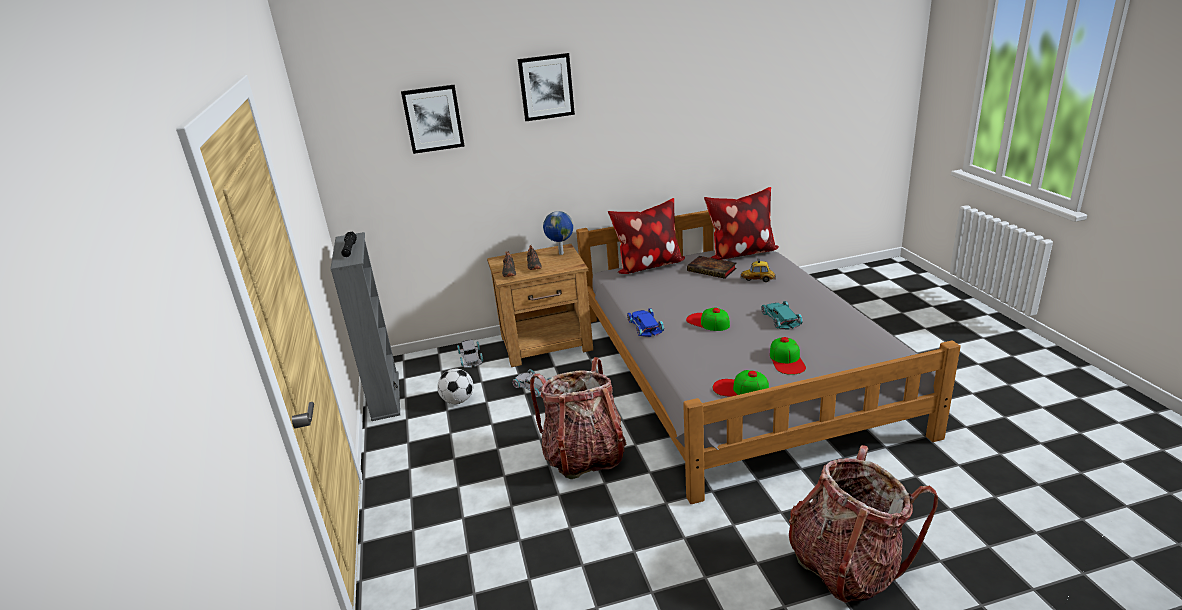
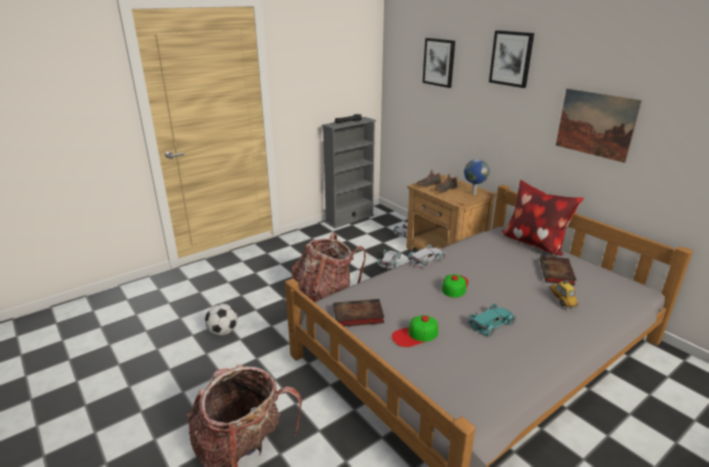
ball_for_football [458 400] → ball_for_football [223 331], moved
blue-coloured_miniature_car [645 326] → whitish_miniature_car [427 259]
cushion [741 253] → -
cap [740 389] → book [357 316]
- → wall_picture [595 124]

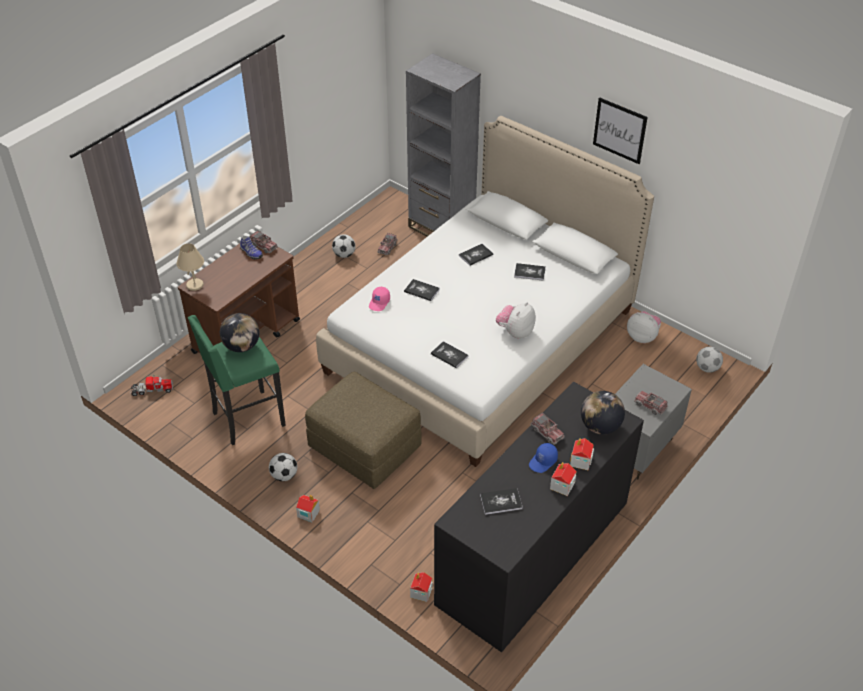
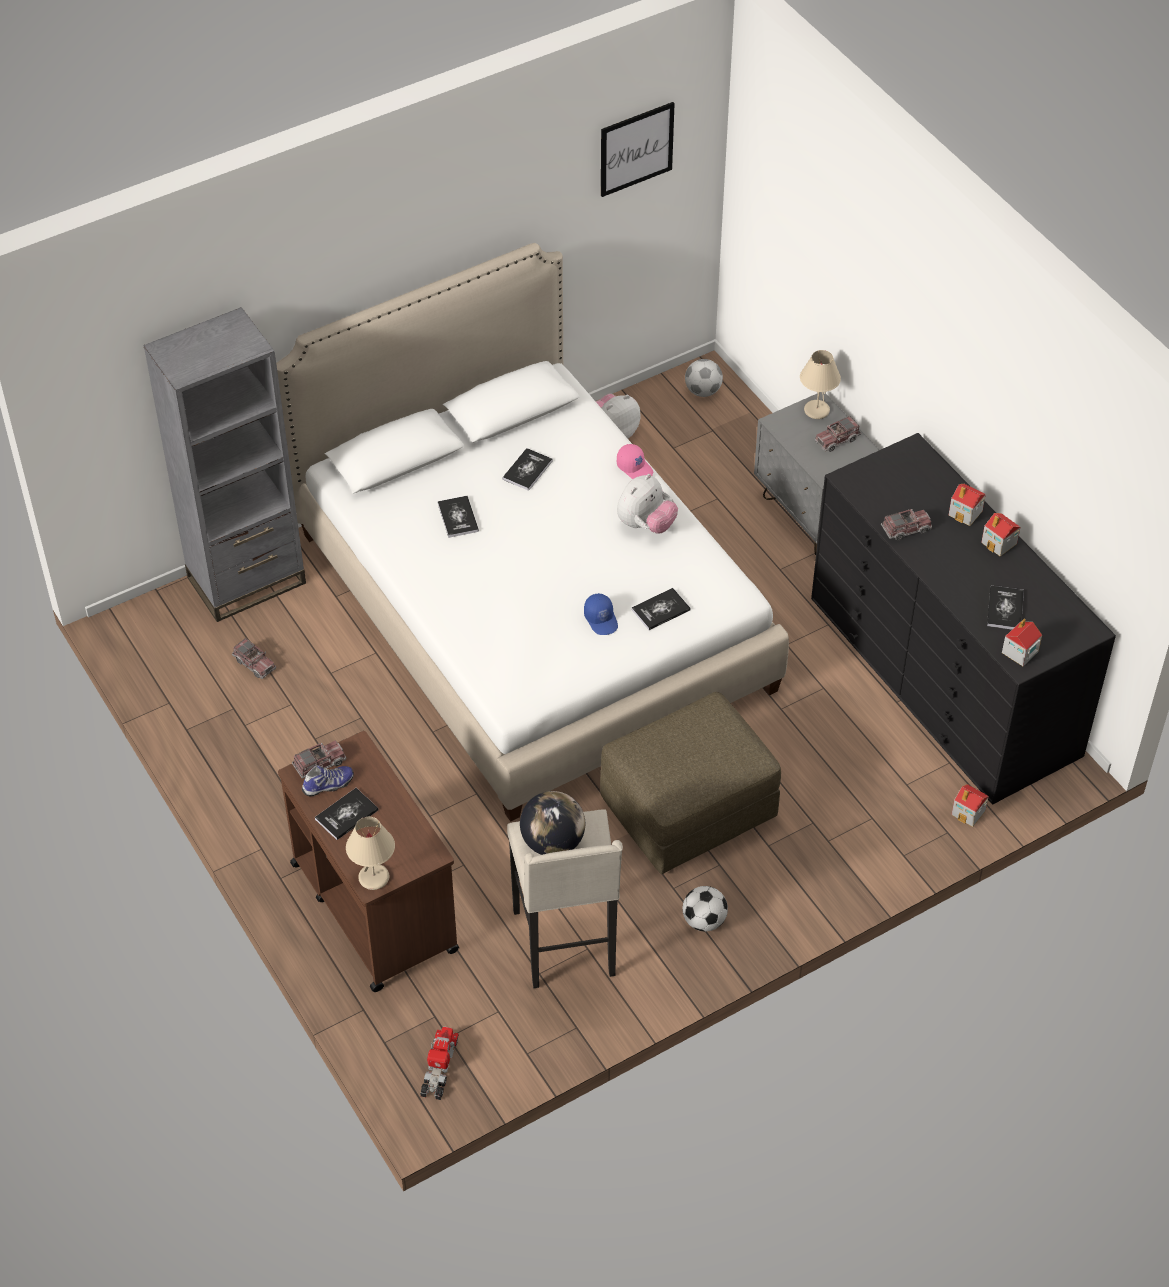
green-coloured_sitting_stool [247 419] → beige_sitting_stool [567 945]
toy_house [308 513] → toy_house [1019 652], moved
ball_for_football [344 255] → -
pink-coloured_cap [379 303] → pink-coloured_cap [635 467], moved
book [421 290] → book [346 815], moved
plush_toy [515 332] → plush_toy [646 525], 105 degrees counterclockwise
blue-coloured_cap [543 462] → blue-coloured_cap [601 619], moved
desk_globe [600 426] → -
wall_picture [619 130] → wall_picture [636 149], moved
- → beige_lamp_for_a_table [816 410]

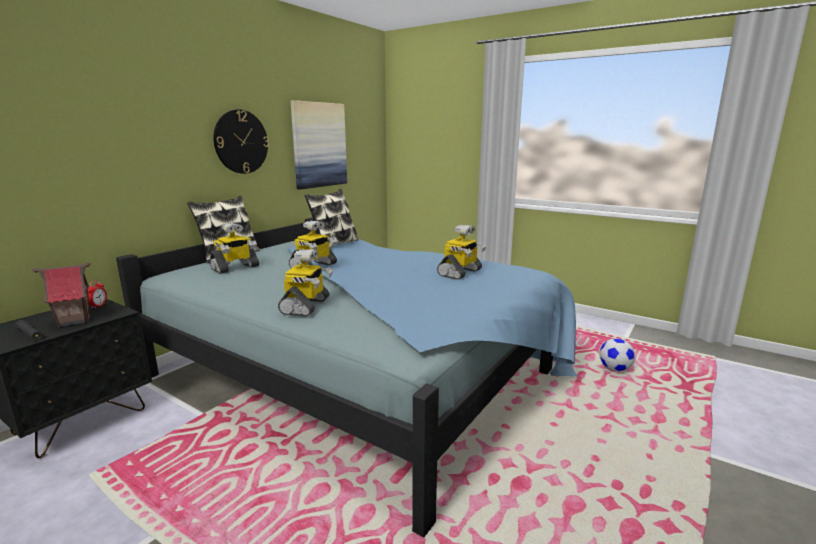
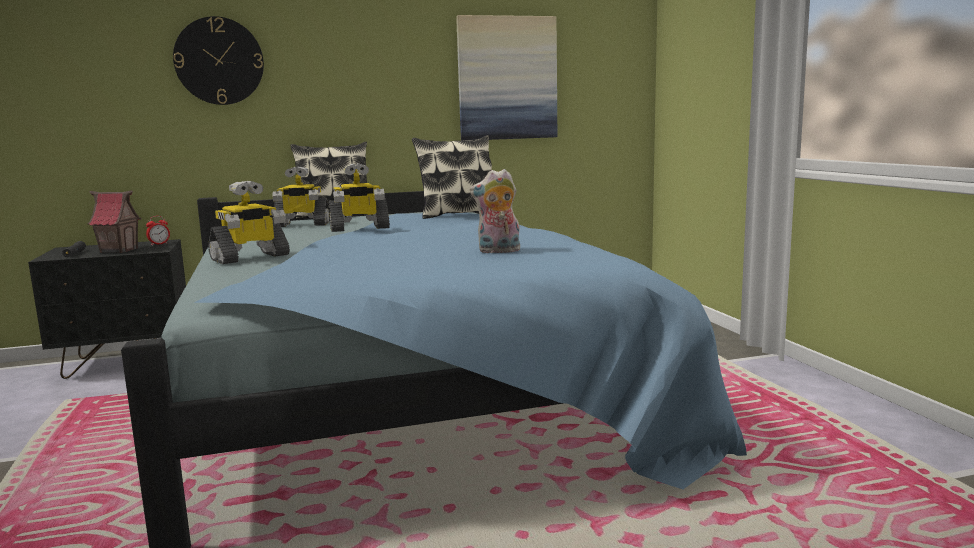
wall_clock [241 142] → wall_clock [219 61], moved
model_robot [460 273] → plush_toy [498 251]
ball_for_football [615 369] → -

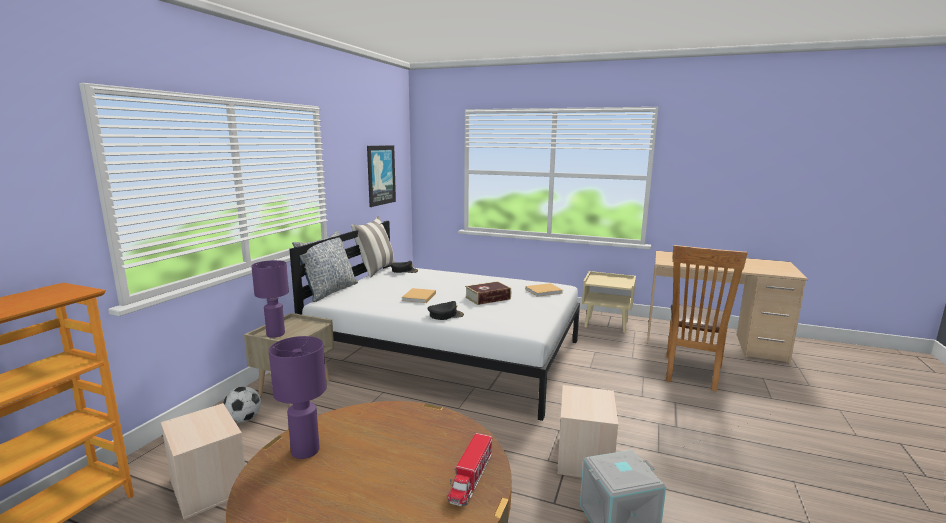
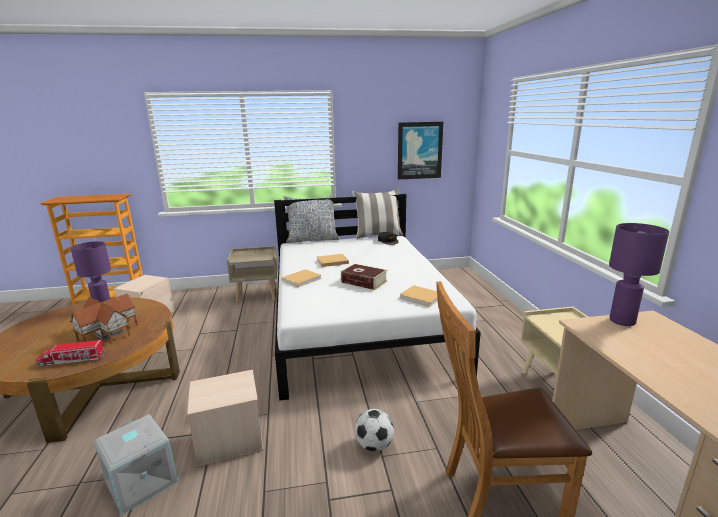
ball_for_football [244 419] → ball_for_football [374 445], moved
purple-coloured_lamp_for_a_table [276 334] → purple-coloured_lamp_for_a_table [623 321], moved
black-coloured_cap [445 315] → beige_book [302 279]
- → toy_house [109 333]

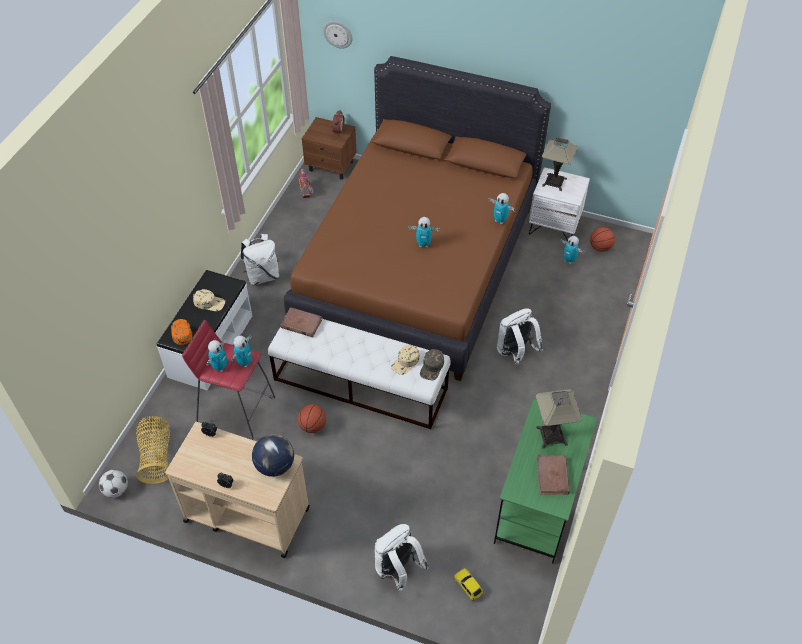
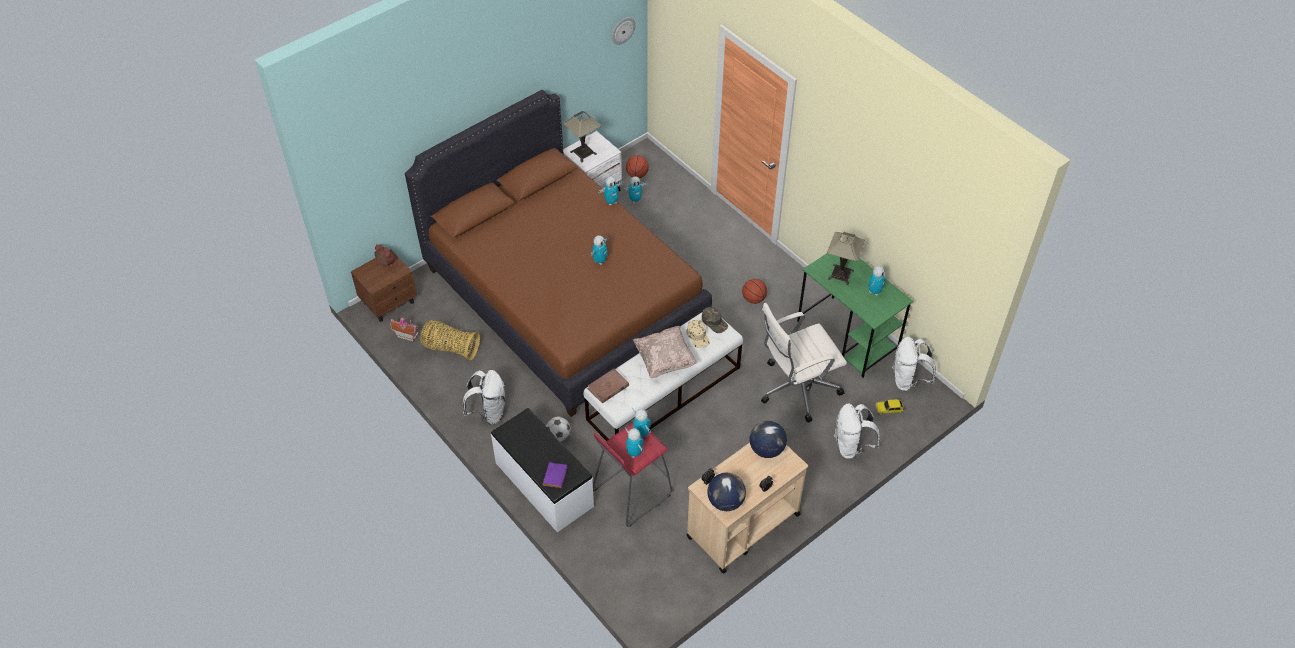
ball_for_football [116 490] → ball_for_football [558 436], moved
basket [157 456] → basket [450 348], moved
orange_cap [181 332] → purple-coloured_book [556 477]
beige_cap [209 302] → -
basketball [313 426] → basketball [754 299], moved
wall_clock [338 34] → wall_clock [622 30], moved
whitish_knapsack [515 352] → whitish_knapsack [908 380], moved
brown_book [552 476] → model_robot [874 291]
- → beige_cushion [664 360]
- → desk_globe [726 501]
- → whitish_desk_chair [796 388]

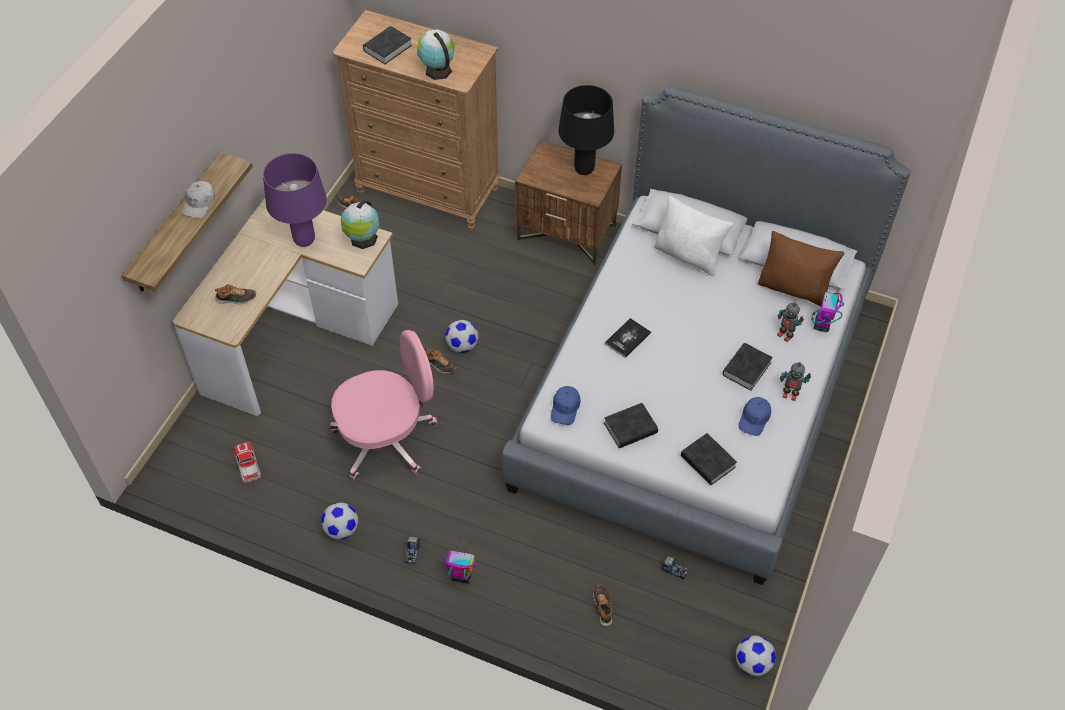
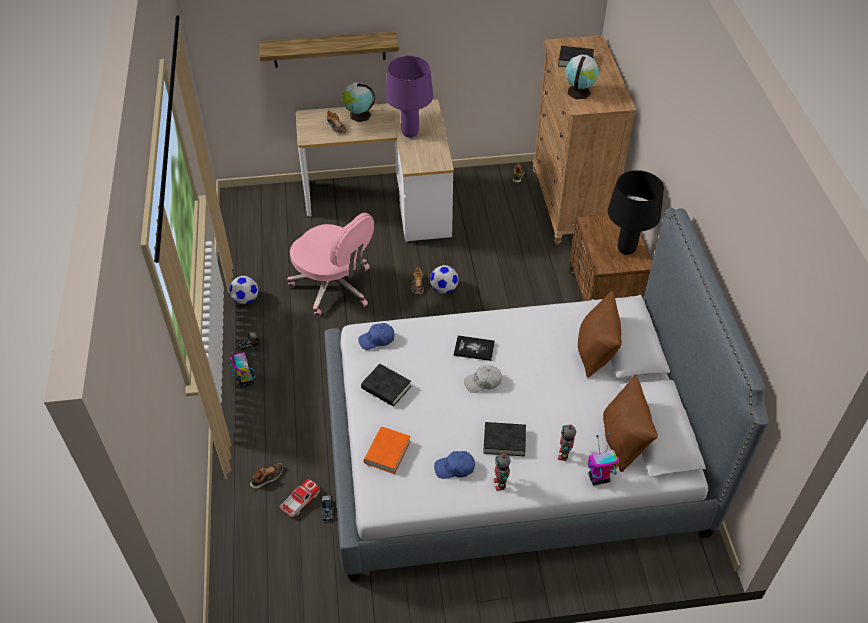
whitish_cap [199 203] → whitish_cap [483 382], moved
miniature_car [248 465] → miniature_car [300 501], moved
desk_globe [363 239] → desk_globe [359 115], moved
whitish_cushion [688 256] → brown_cushion [595 352]
black-coloured_book [707 462] → orange_book [387 452]
ball_for_football [752 663] → -

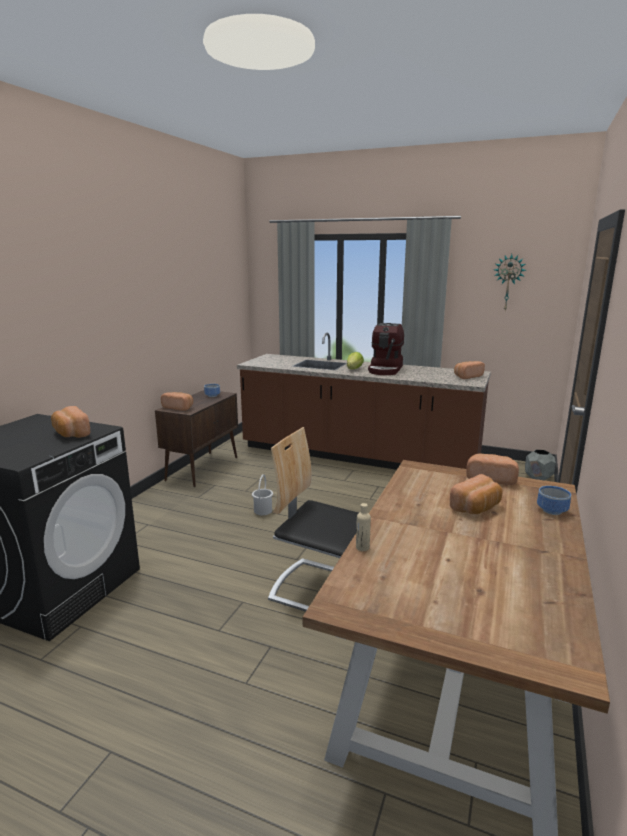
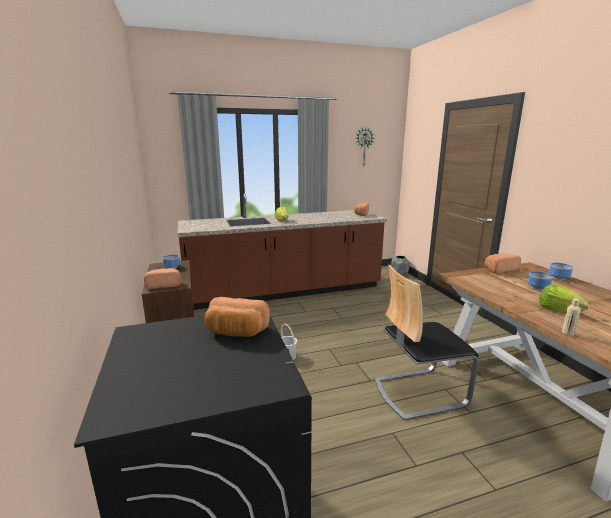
coffee_maker [386 369] → -
bakery_bread [477 508] → deep_dish [537 288]
- → lettuce [558 310]

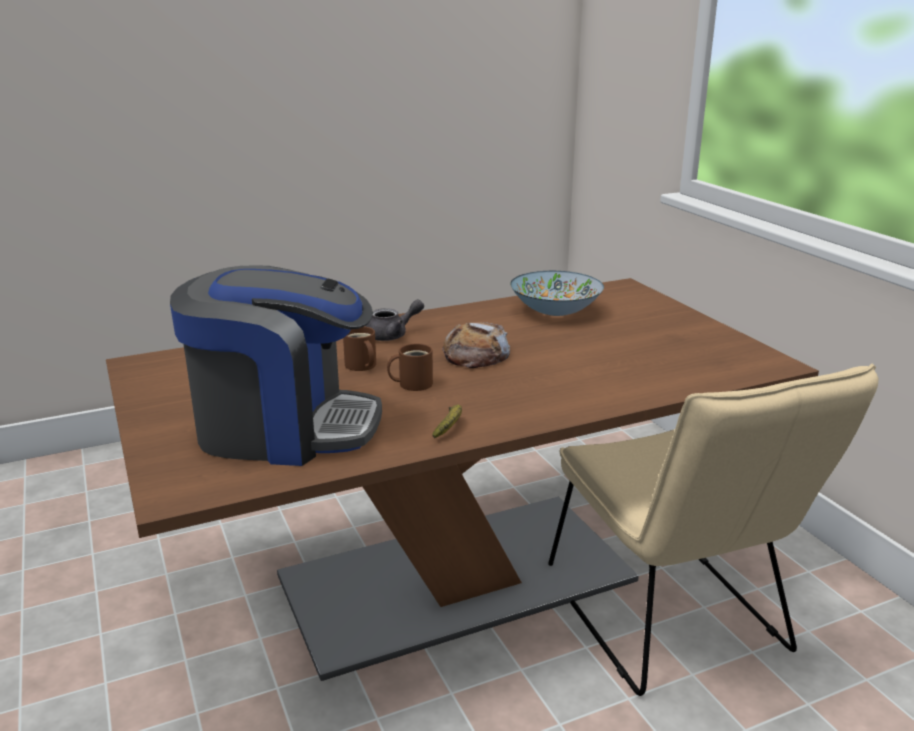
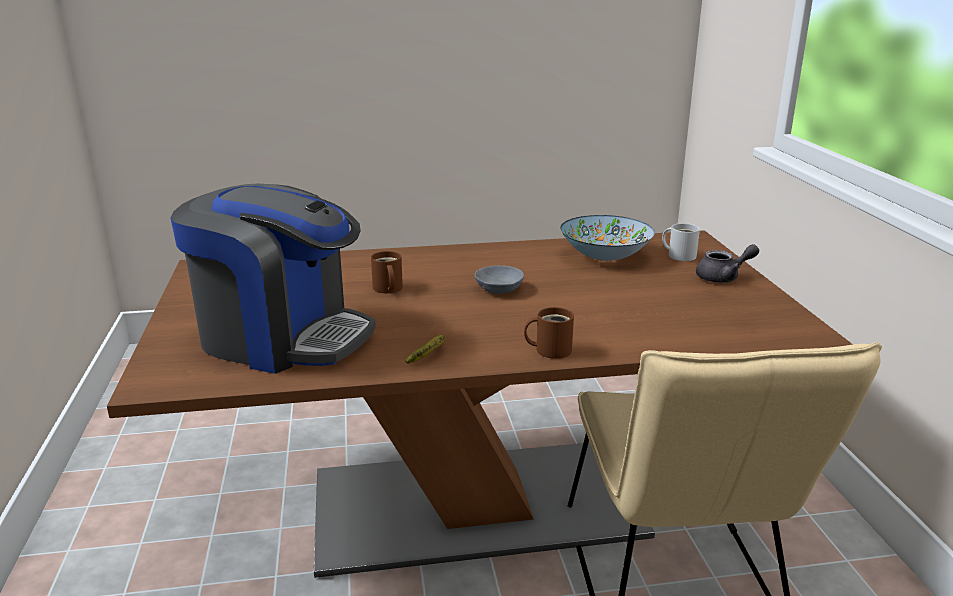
greyish_pot_for_tea [392 335] → greyish_pot_for_tea [723 277], moved
brown_tea_mug [412 383] → brown_tea_mug [550 349], moved
bakery_bread [476 354] → greyish_deep_dish [500 289]
- → whitish_tea_mug [680 255]

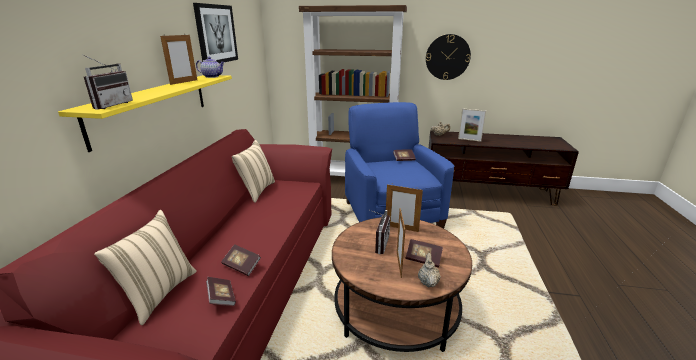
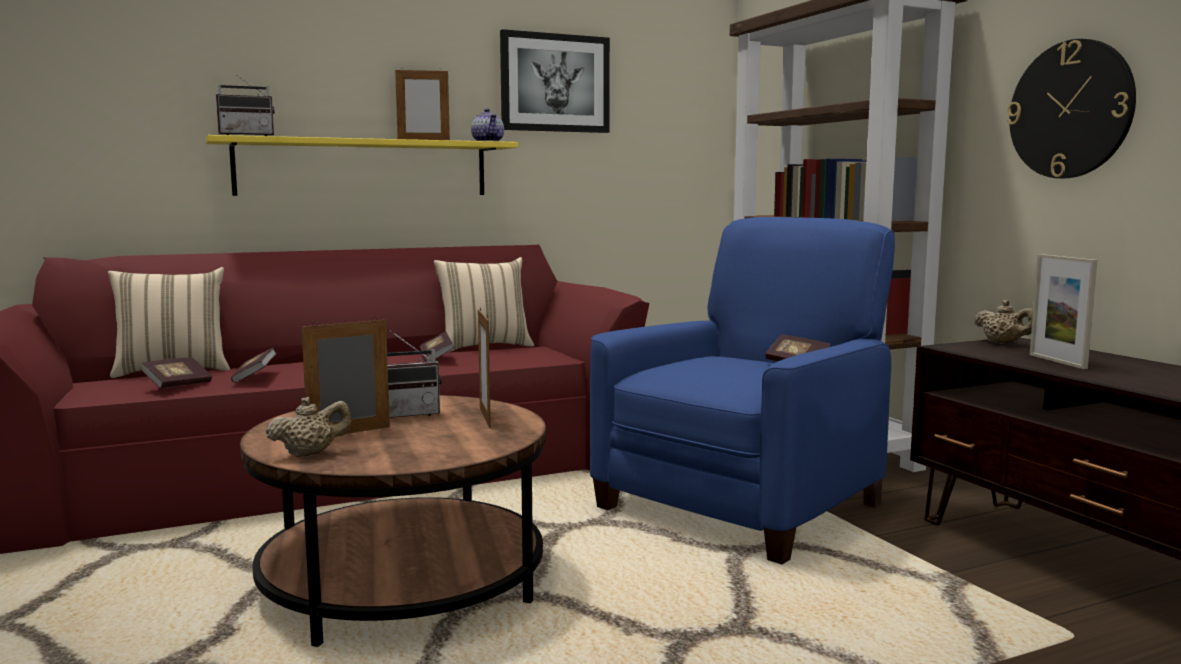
book [423 259] → book [437 358], moved

